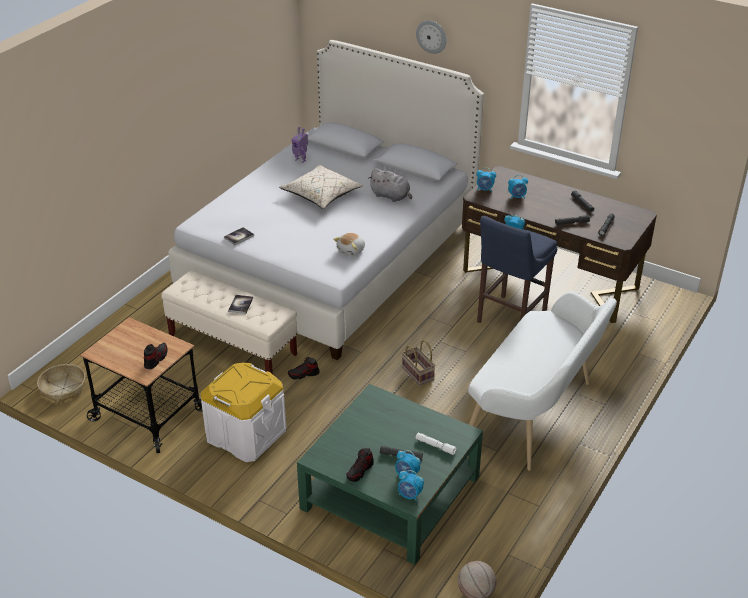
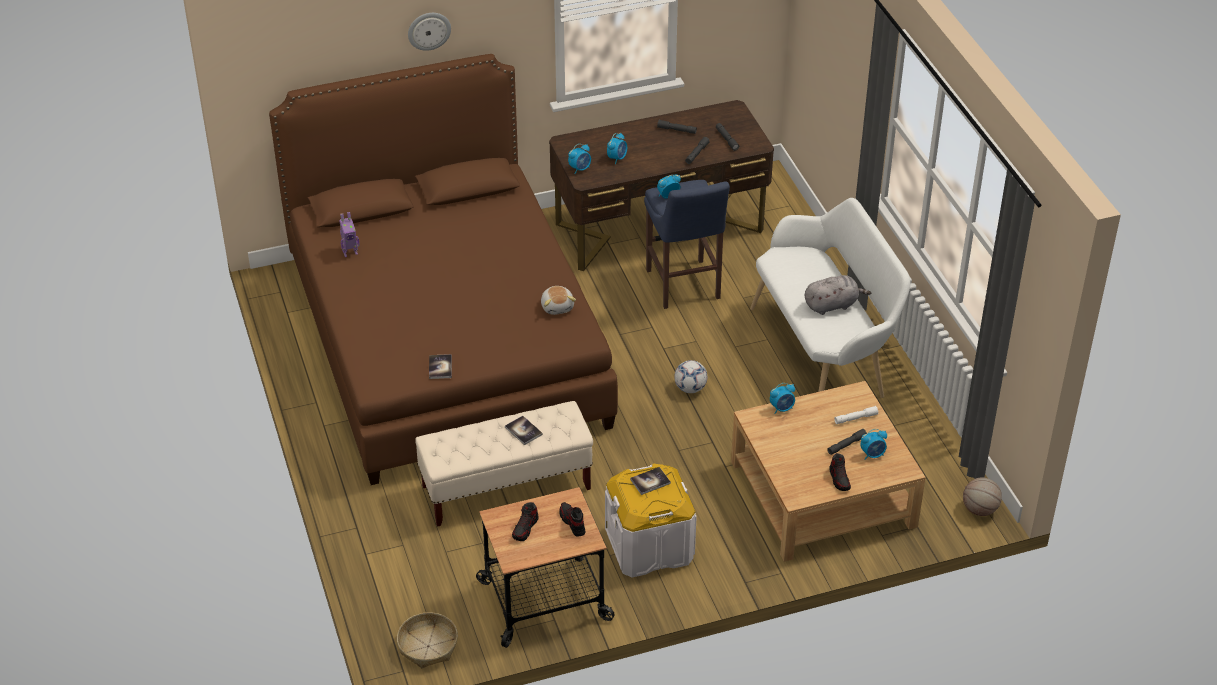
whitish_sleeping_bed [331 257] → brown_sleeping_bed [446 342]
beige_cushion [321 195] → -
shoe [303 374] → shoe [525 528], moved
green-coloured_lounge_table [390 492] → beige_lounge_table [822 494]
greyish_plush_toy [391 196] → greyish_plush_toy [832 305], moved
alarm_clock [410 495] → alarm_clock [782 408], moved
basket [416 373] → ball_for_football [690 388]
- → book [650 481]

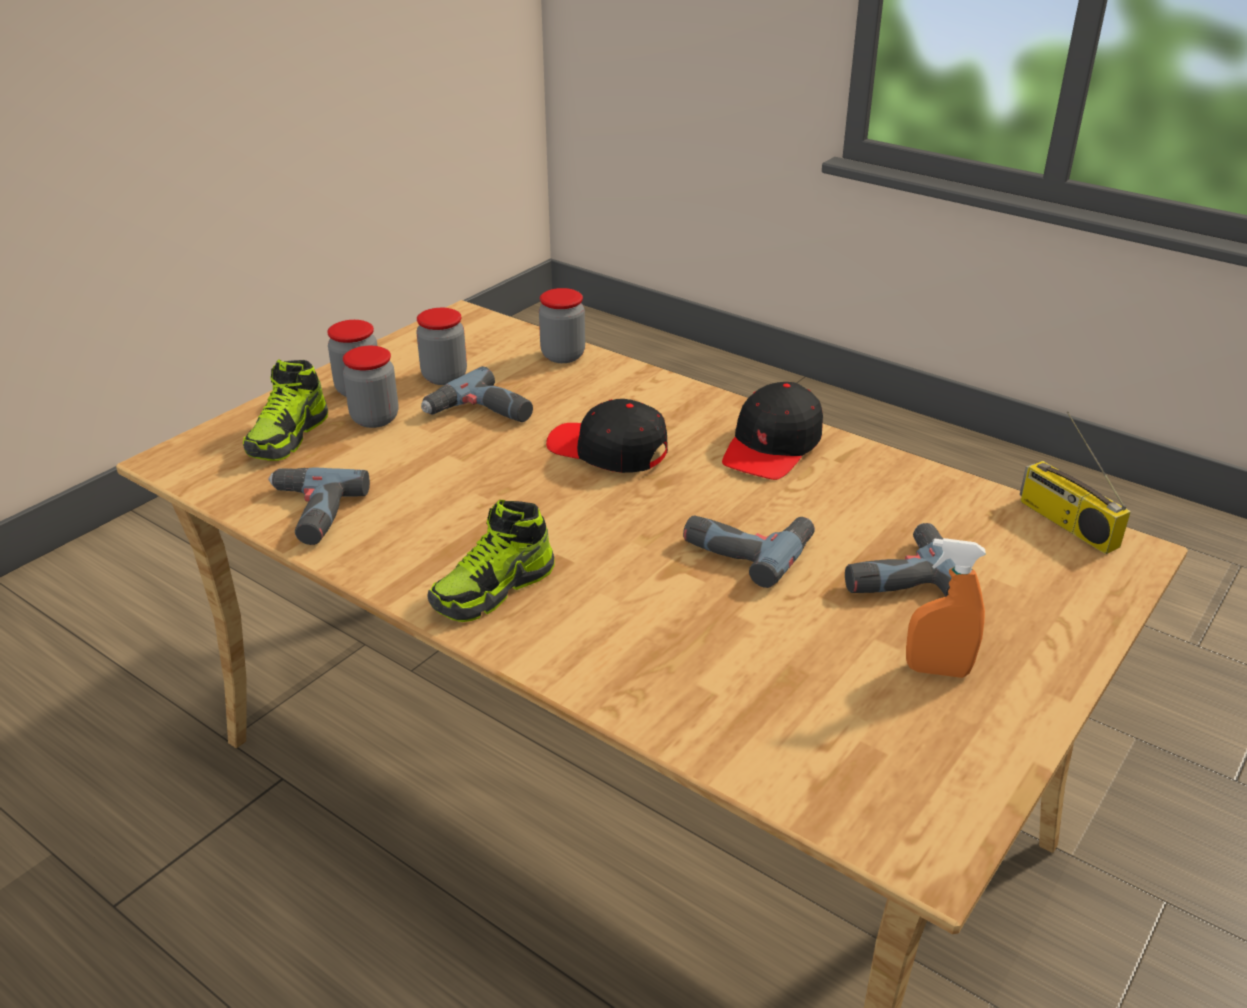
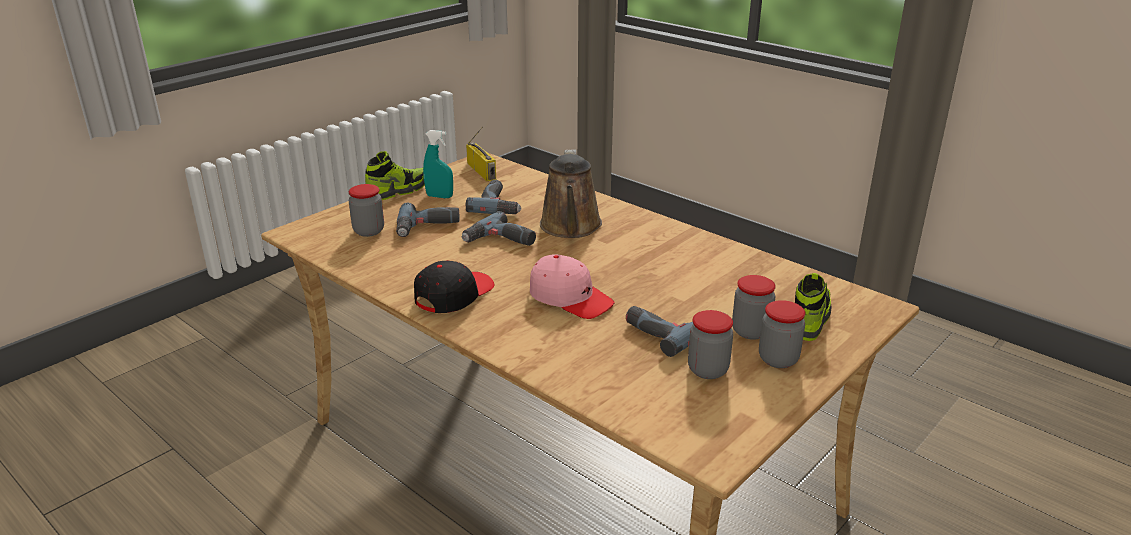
electric_drill [307 514] → electric_drill [499 204], moved
shoe [494 590] → shoe [397 191], moved
jar [563 355] → jar [369 231], moved
black-coloured_cap [608 450] → pink-coloured_cap [570 298]
orange_spray_bottle [937 670] → blue-green_spray_bottle [439 196]
radio_set [1065 523] → radio_set [482 171], moved
- → brown_watering_can [570 227]

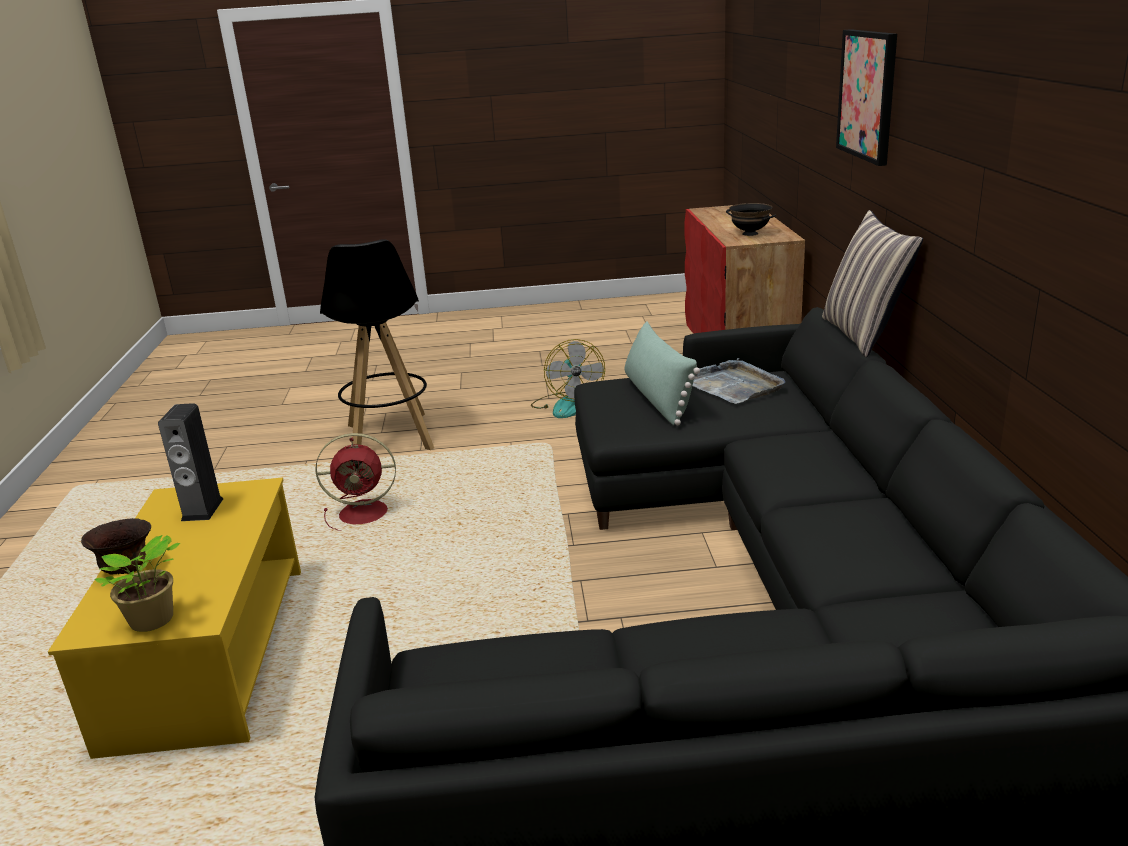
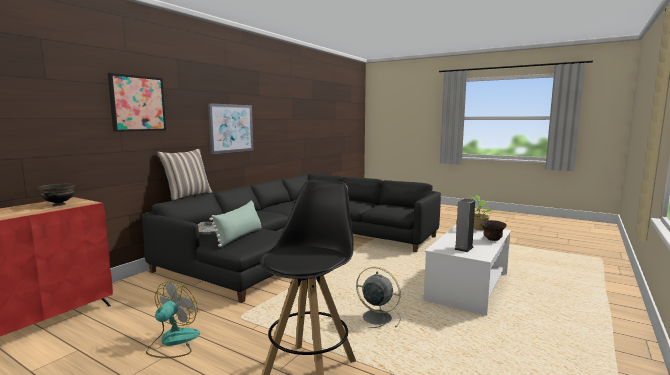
yellow_lounge_table [209 656] → whitish_lounge_table [468 286]
red-coloured_electric_fan [366 513] → greyish_electric_fan [375 317]
- → wall_picture [231 128]

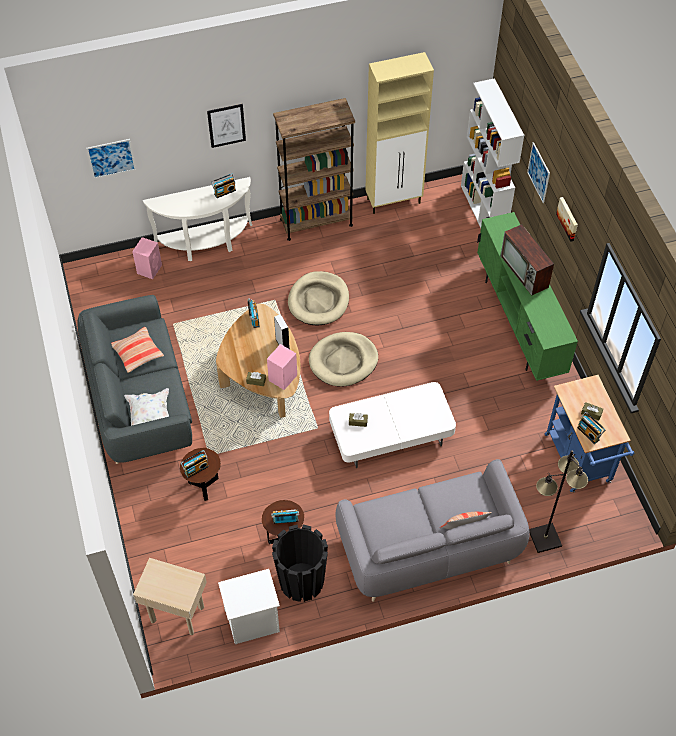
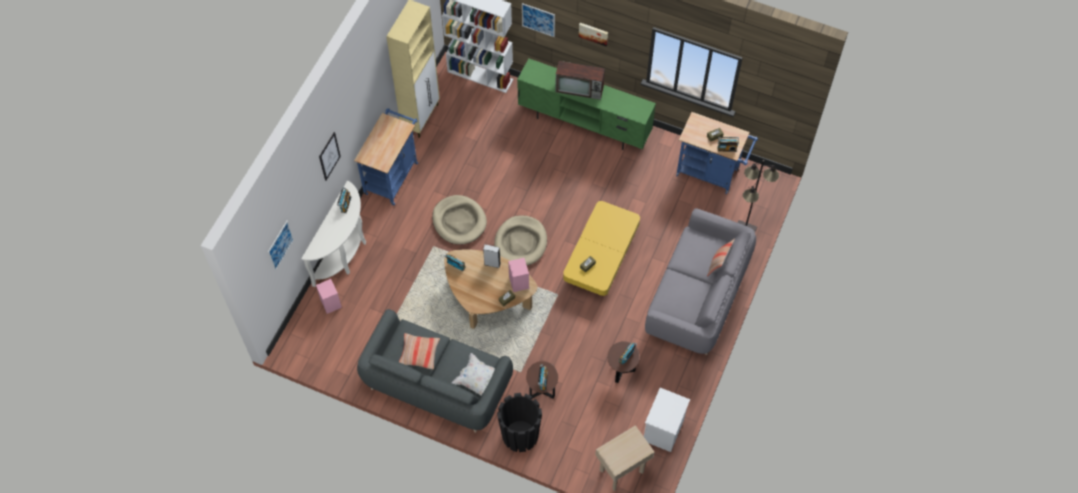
black-coloured_planter [301 581] → black-coloured_planter [520 435], moved
brown_bookshelf [316 222] → blue-coloured_cart [392 175]
whitish_lounge_table [391 435] → yellow_lounge_table [601 257]

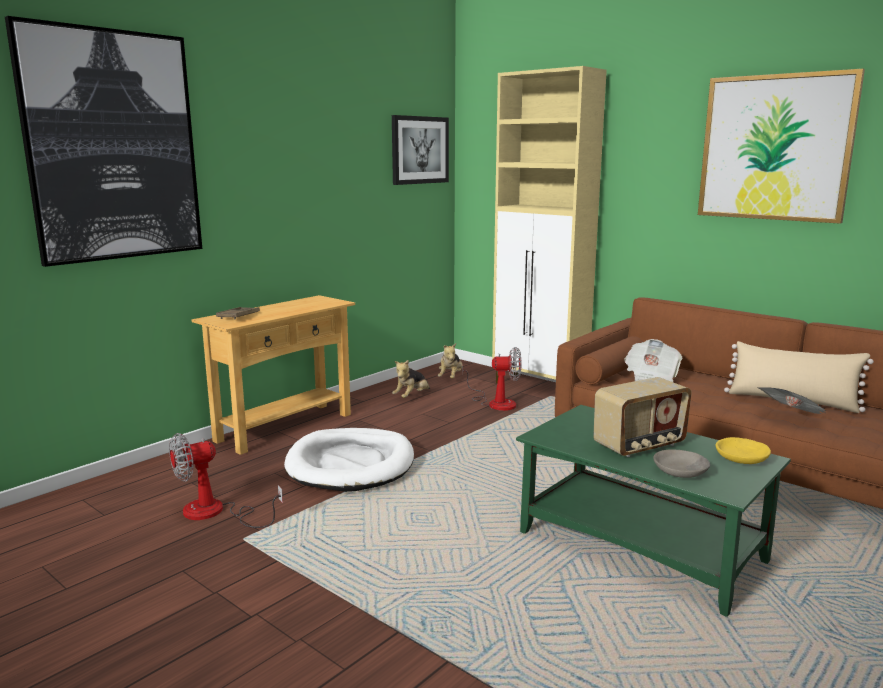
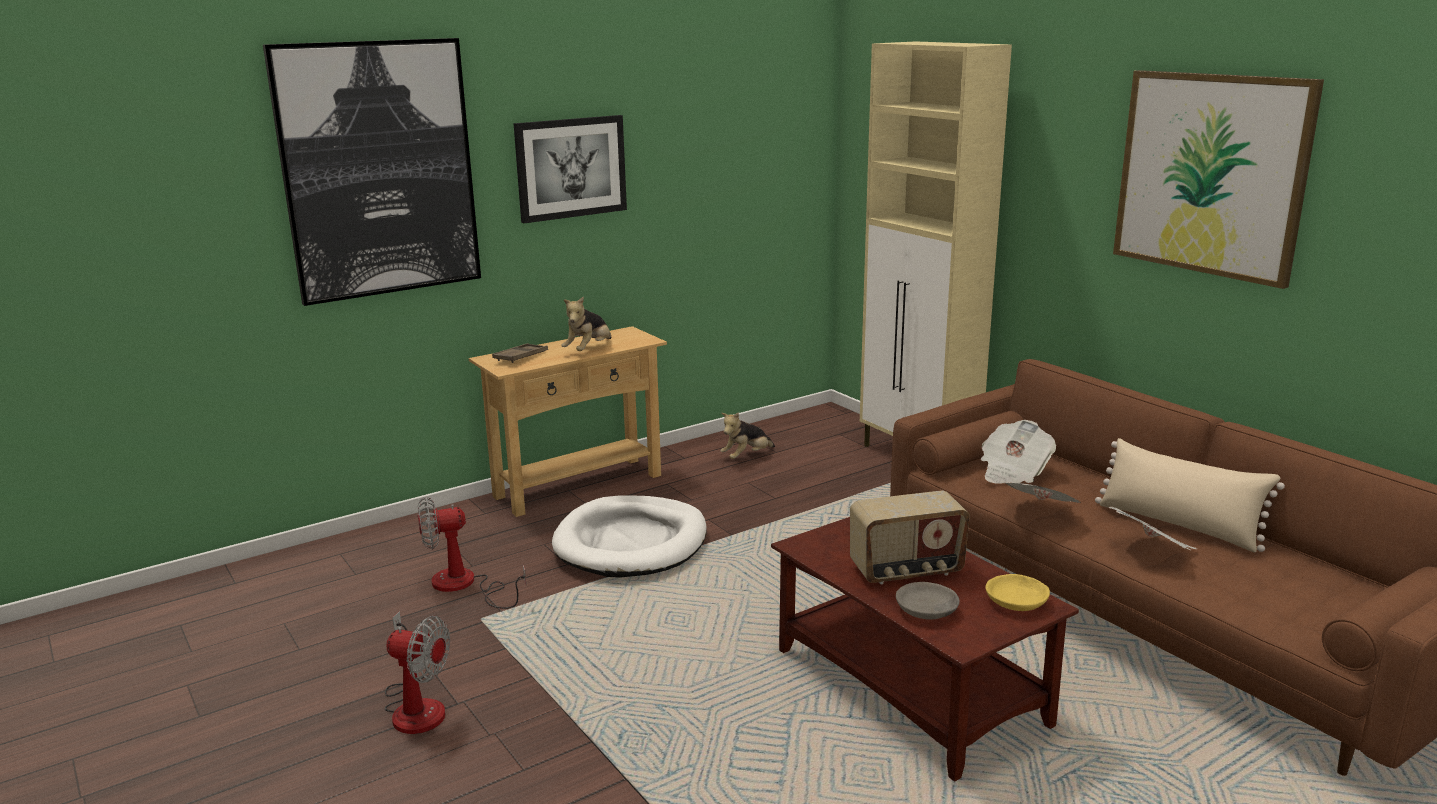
wall_picture [420 150] → wall_picture [571 168], moved
plush_toy [450 377] → plush_toy [589 350], moved
electric_fan [495 402] → electric_fan [416 706], moved
green-coloured_lounge_table [642 547] → brown_lounge_table [911 687]
- → newspaper [1041 512]

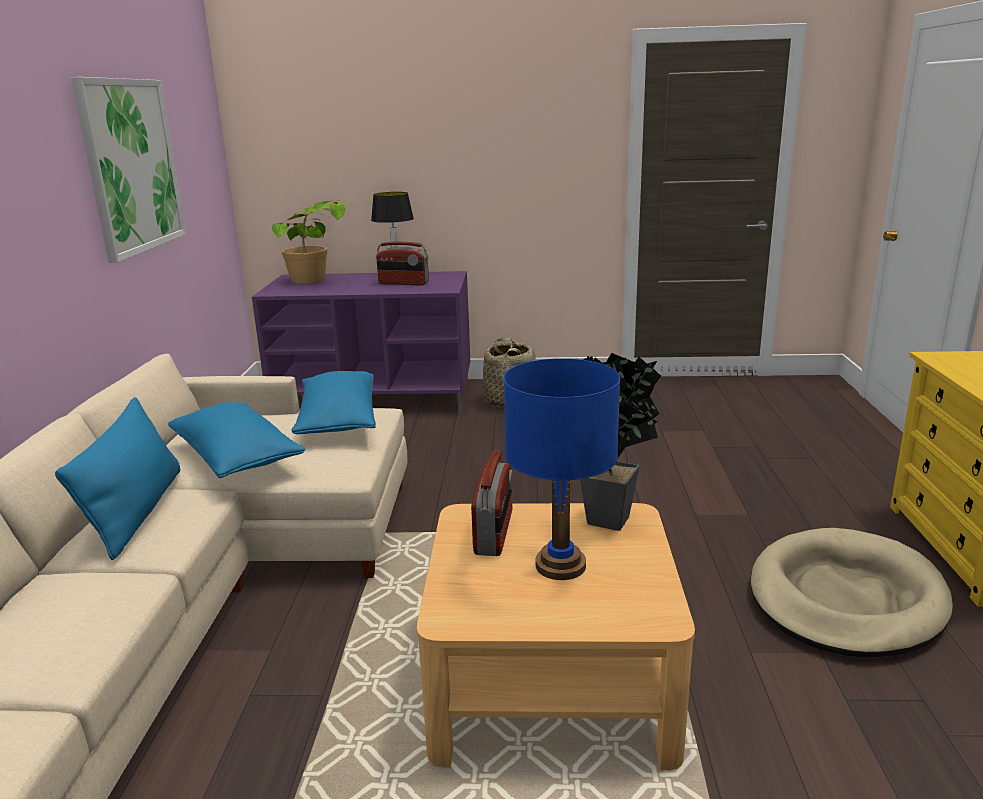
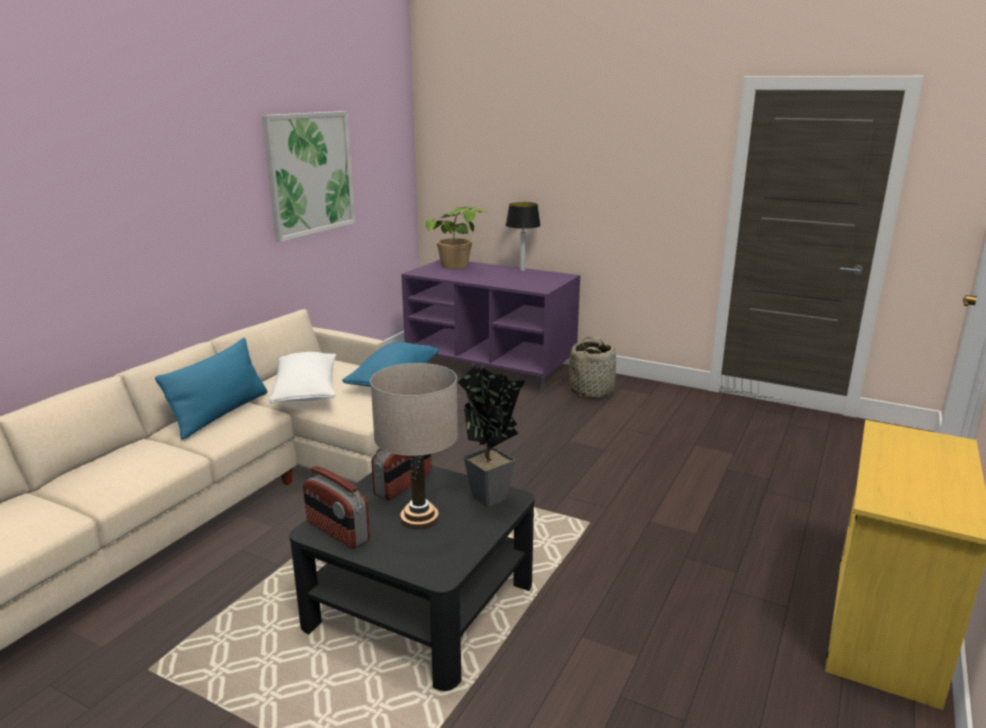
blue-coloured_cushion [237 458] → whitish_cushion [306 392]
radio_set [403 283] → radio_set [337 531], moved
beige_lounge_table [549 679] → black-coloured_lounge_table [420 603]
blue-coloured_lamp_for_a_table [560 565] → beige_lamp_for_a_table [419 518]
beige_dog_bed [845 598] → -

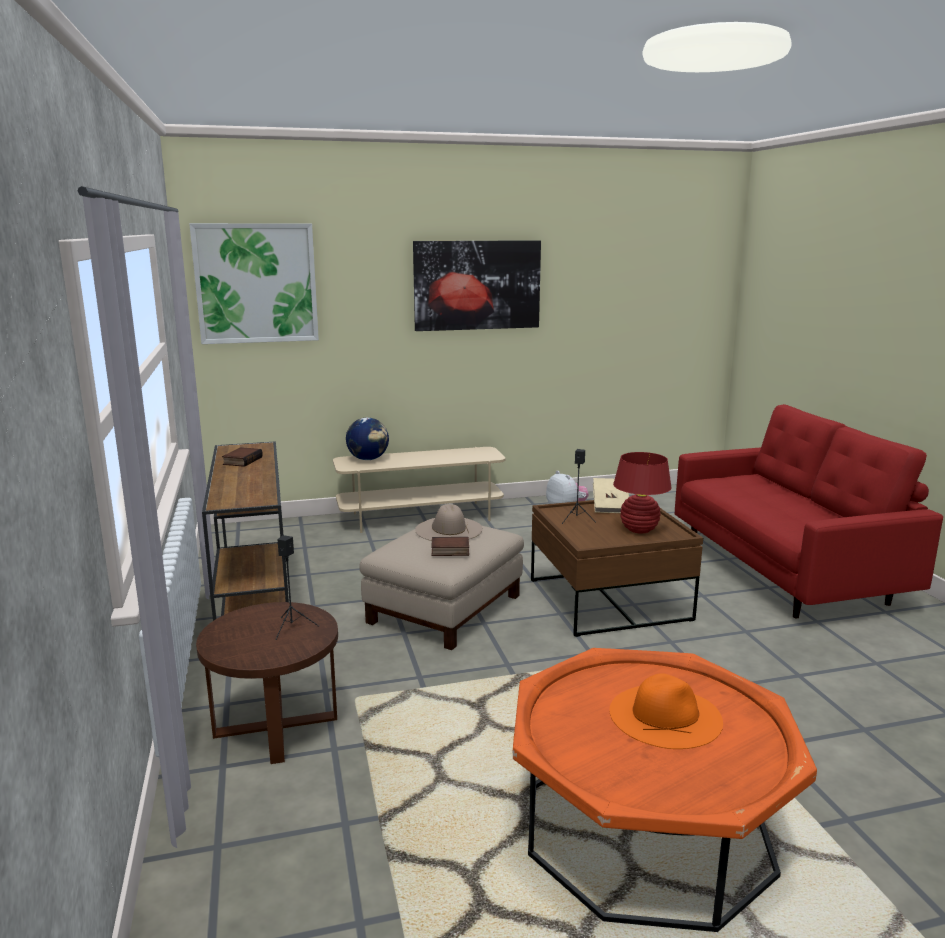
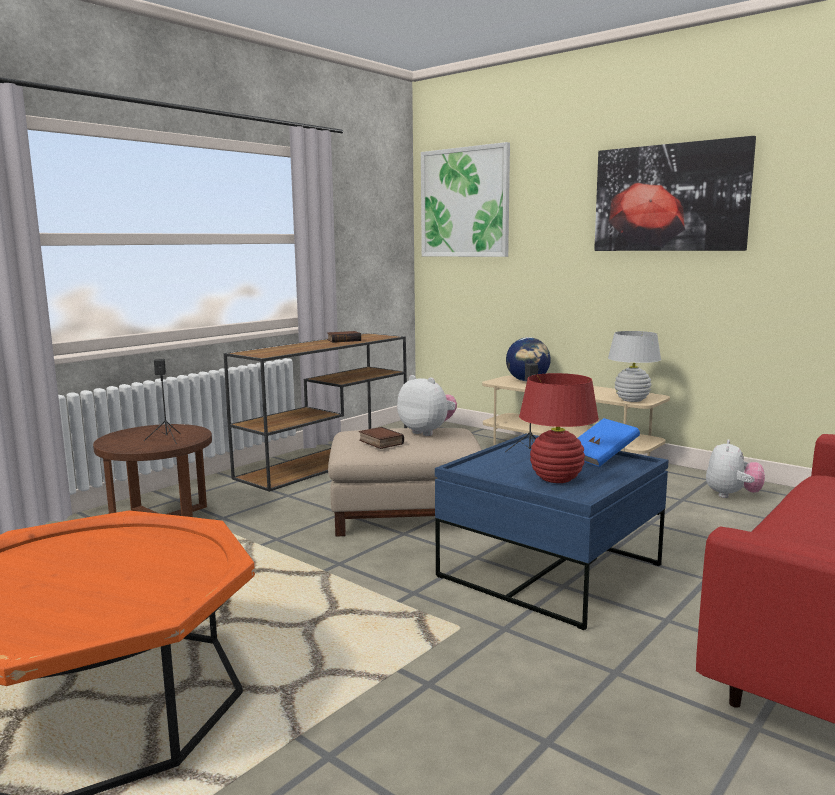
beige_clothing_hat [448 529] → plush_toy [427 432]
brown_lounge_table [609 599] → blue-coloured_lounge_table [550 571]
beige_book [611 506] → blue-coloured_book [601 457]
orange_clothing_hat [665 715] → -
- → whitish_lamp_for_a_table [632 400]

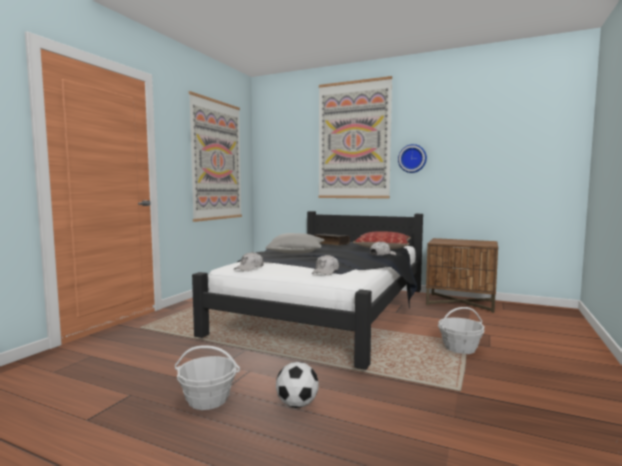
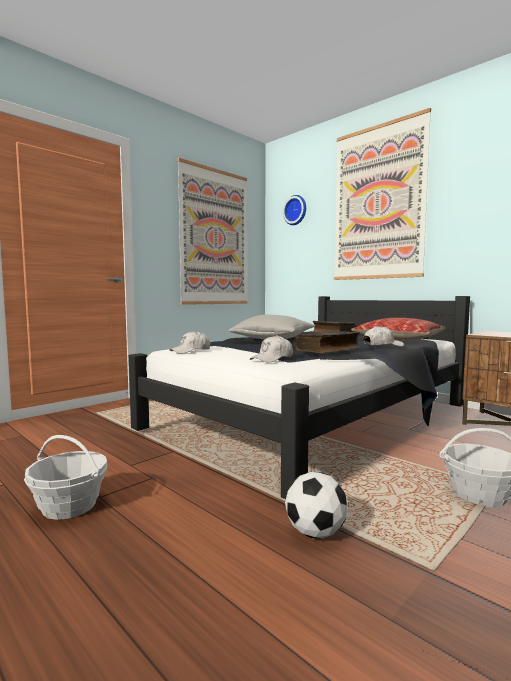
ball_for_football [297 404] → ball_for_football [315 532], moved
wall_clock [412 158] → wall_clock [296 210], moved
- → book [328 350]

